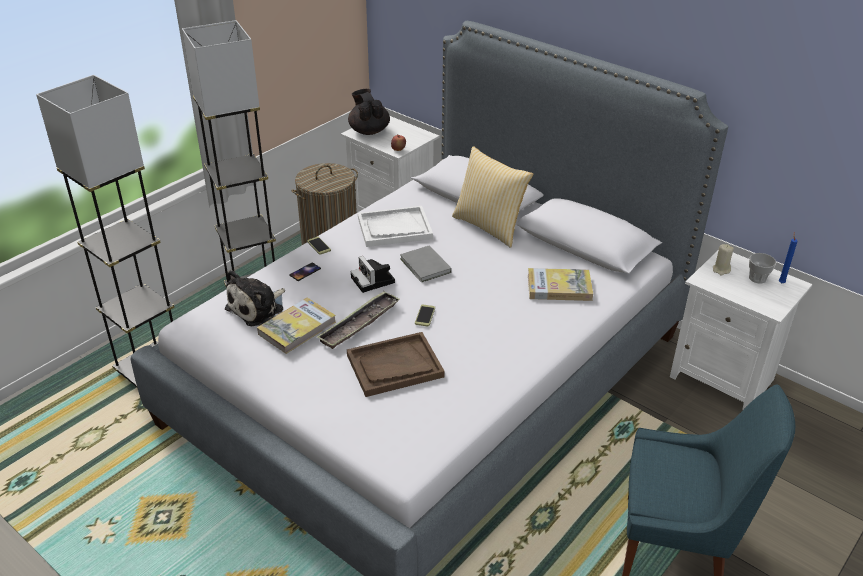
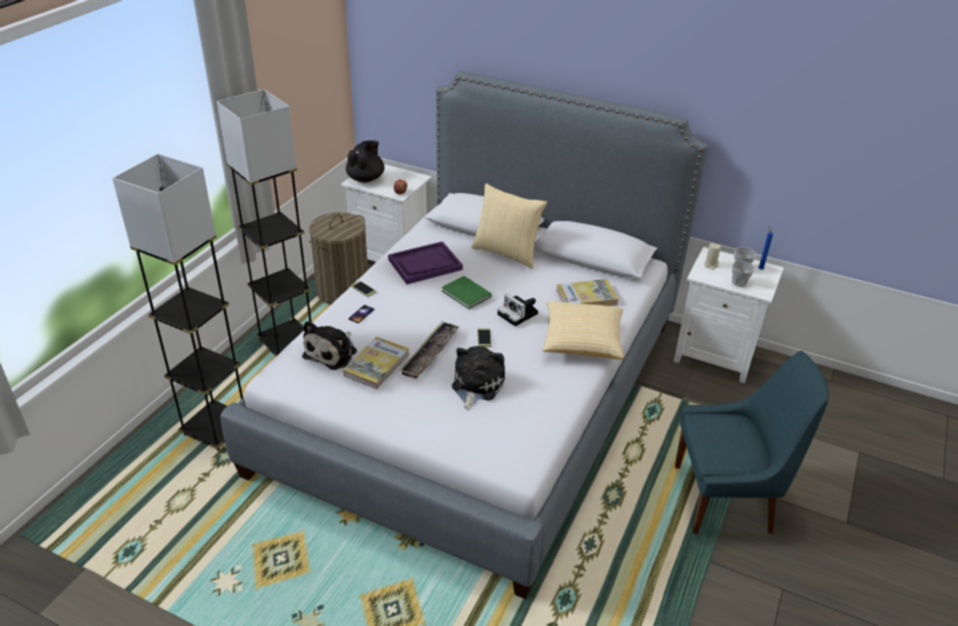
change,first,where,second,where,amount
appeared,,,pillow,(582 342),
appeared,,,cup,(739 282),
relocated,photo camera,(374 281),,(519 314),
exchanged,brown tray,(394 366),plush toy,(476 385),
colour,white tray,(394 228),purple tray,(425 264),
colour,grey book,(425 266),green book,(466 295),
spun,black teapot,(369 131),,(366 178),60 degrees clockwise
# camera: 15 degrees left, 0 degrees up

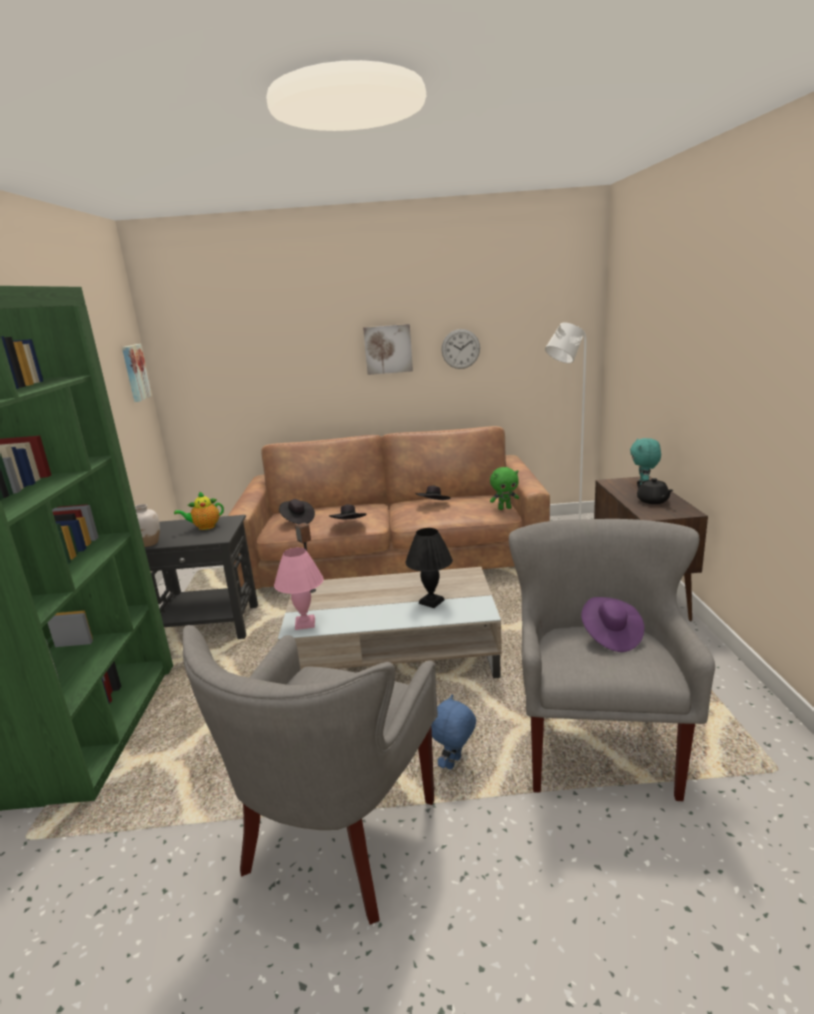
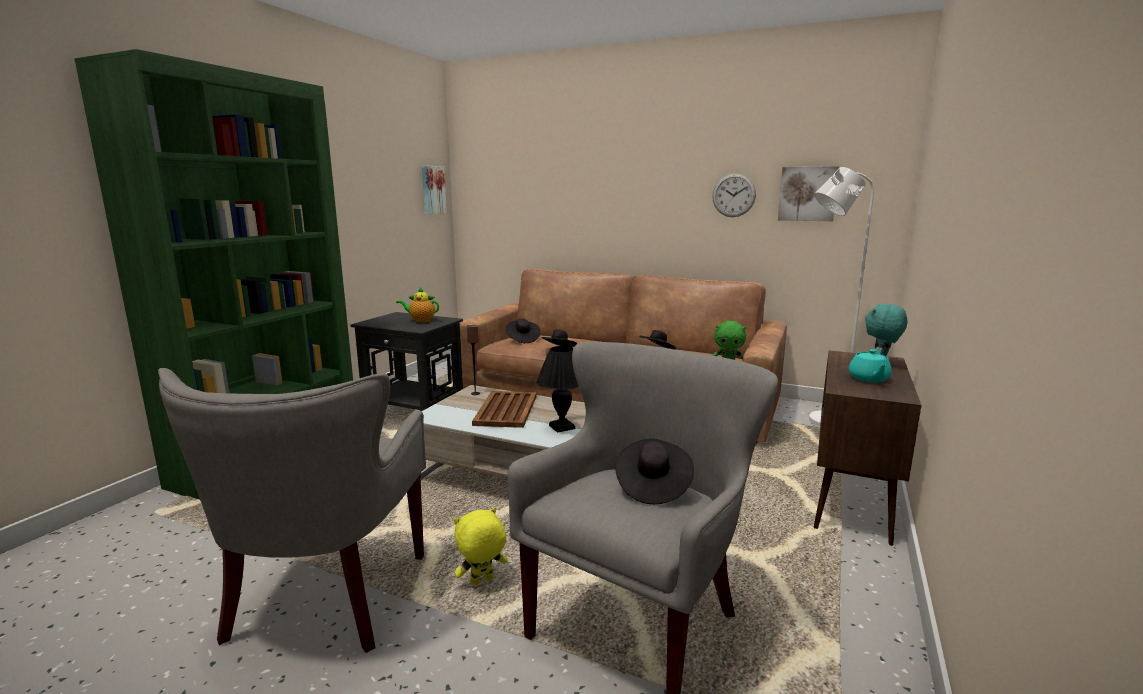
change,first,where,second,where,amount
missing,white vase,(149 543),,,
missing,pink table lamp,(305 623),,,
appeared,,,brown tray,(506 409),
relocated,picture,(388 349),,(807 194),
colour,blue plush toy,(454 764),yellow plush toy,(482 582),
colour,purple hat,(610 636),black hat,(652 486),
colour,black teapot,(653 501),turquoise teapot,(868 379),
spun,grey armchair,(336 839),,(325 600),45 degrees counterclockwise
# camera: 25 degrees right, 5 degrees down

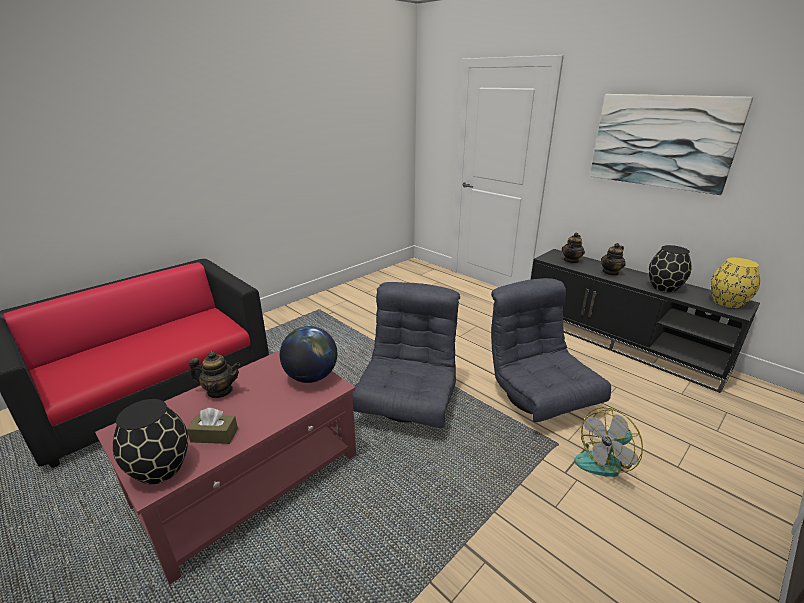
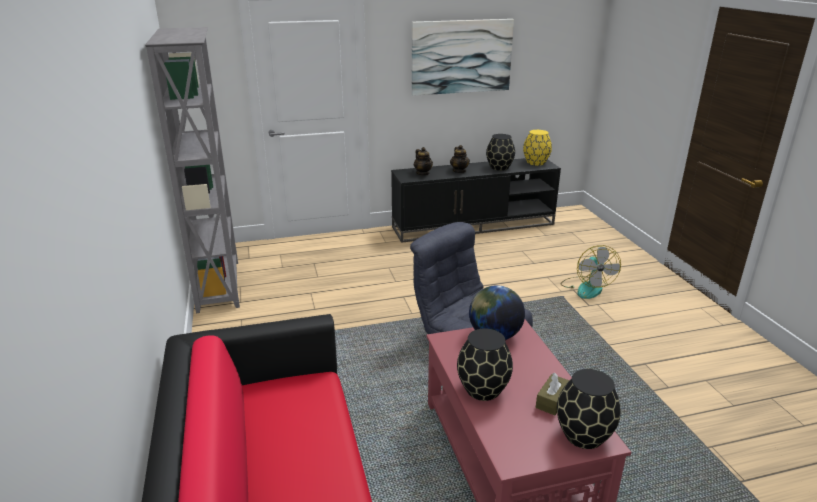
change,first,where,second,where,amount
missing,grey armchair,(539 396),,,
appeared,,,grey bookcase,(219 285),
exchanged,teapot,(220 391),black vase,(482 389),
# camera: 60 degrees left, 0 degrees up

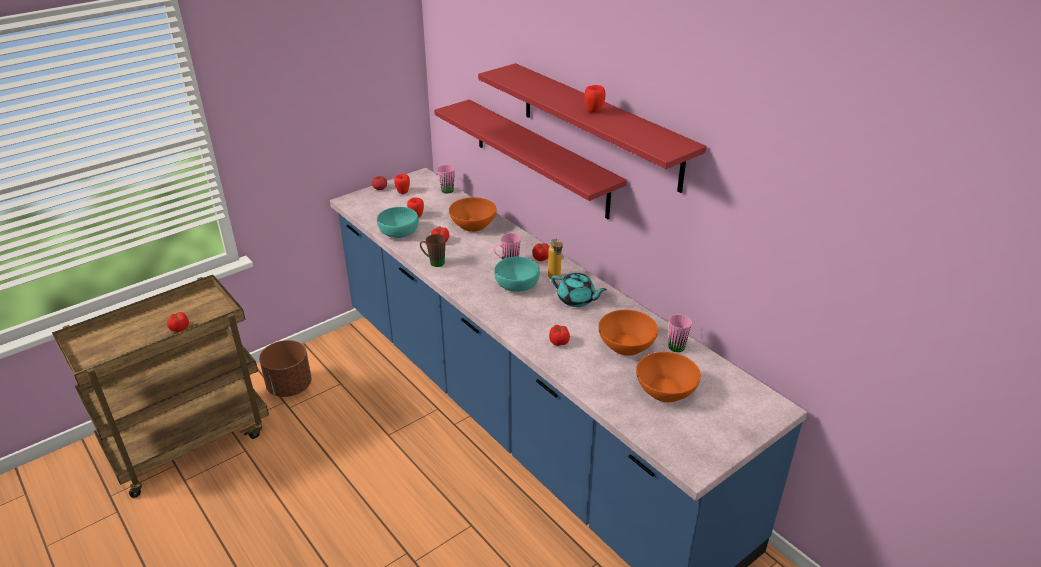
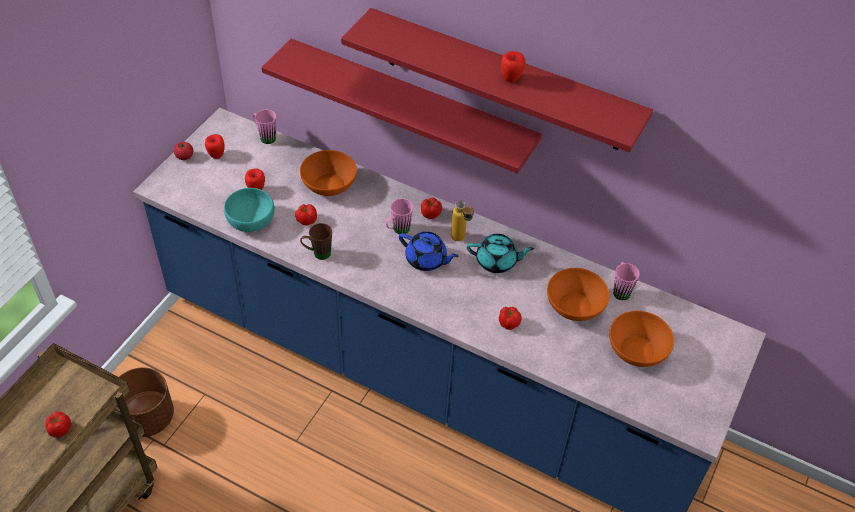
change,first,where,second,where,amount
exchanged,turquoise bowl,(517 285),blue teapot,(426 260),
# camera: 25 degrees left, 15 degrees up

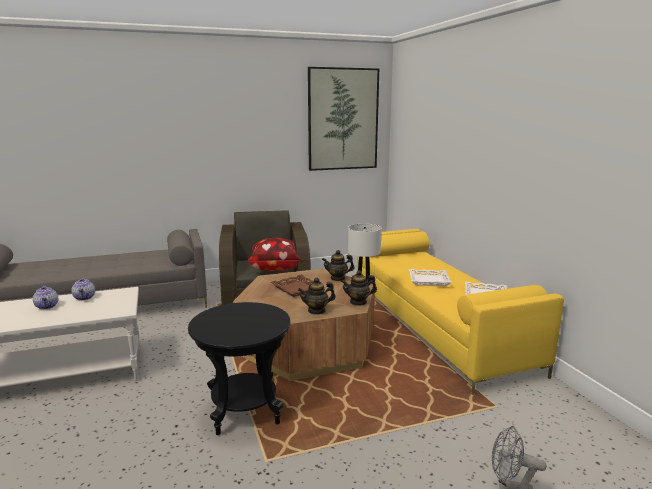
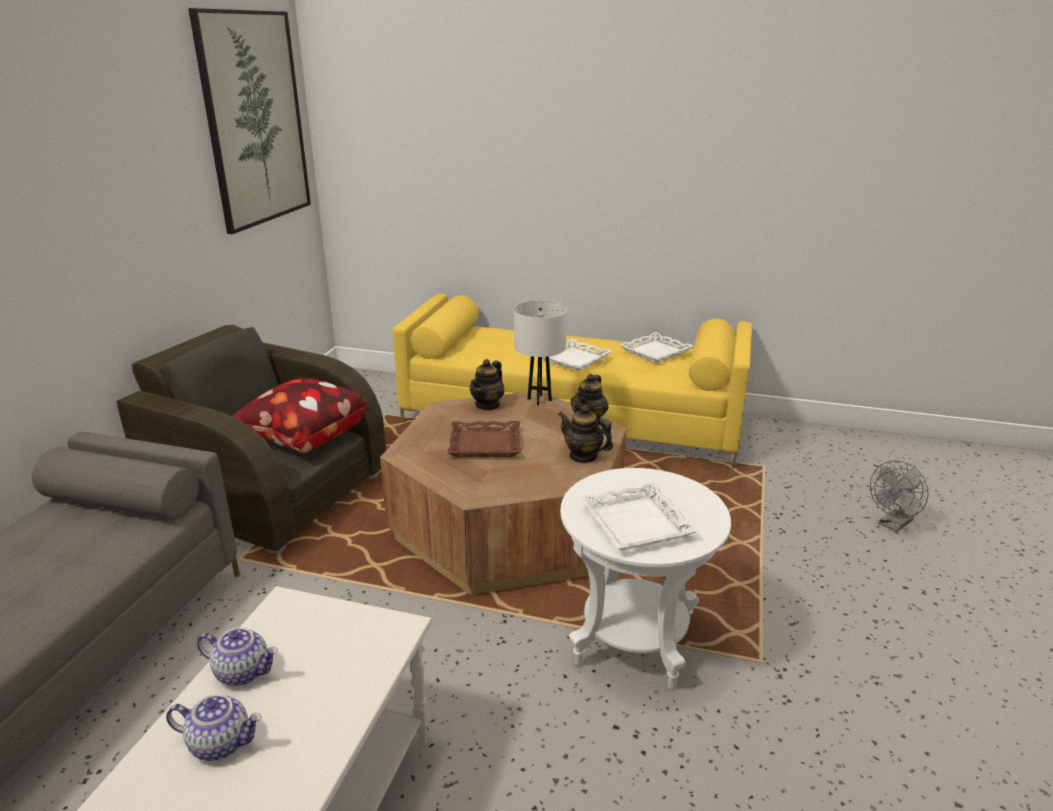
change,first,where,second,where,amount
appeared,,,white tray,(637 523),
colour,black side table,(245 411),white side table,(633 643),
spun,teapot,(317 310),,(583 456),105 degrees clockwise
# camera: 55 degrees left, 10 degrees up

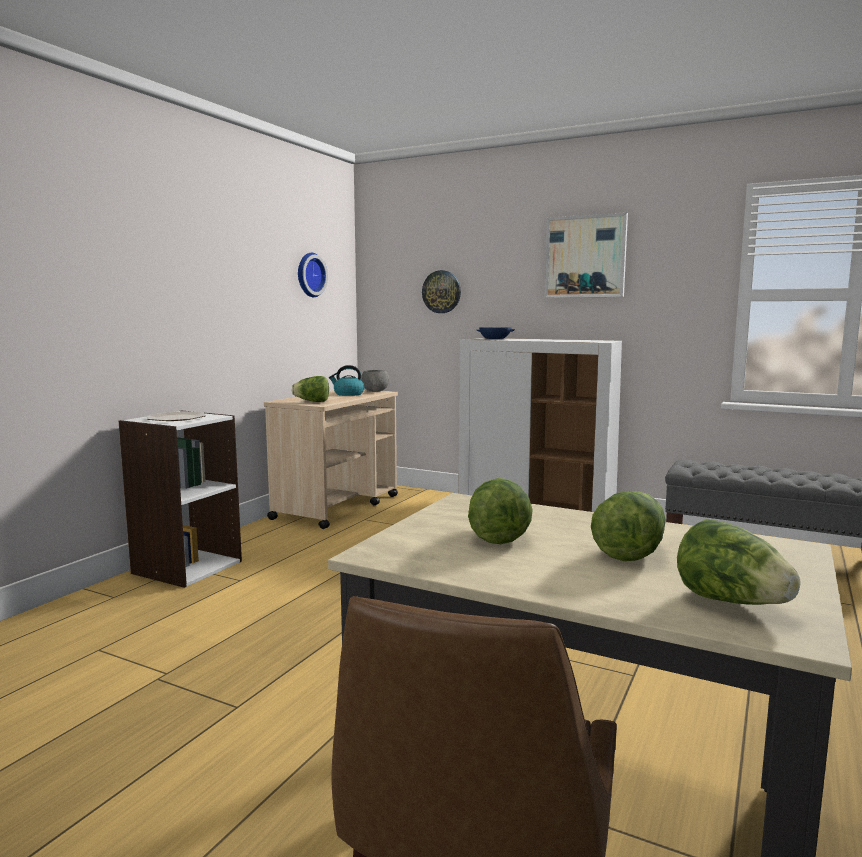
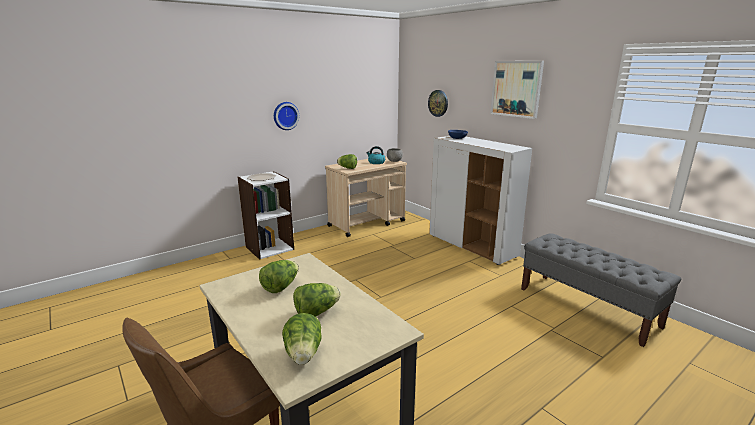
change,first,where,second,where,amount
relocated,wall clock,(309 275),,(285 115),
# camera: 25 degrees right, 10 degrees up

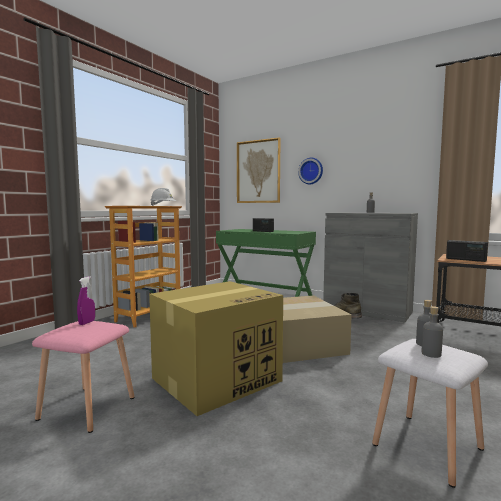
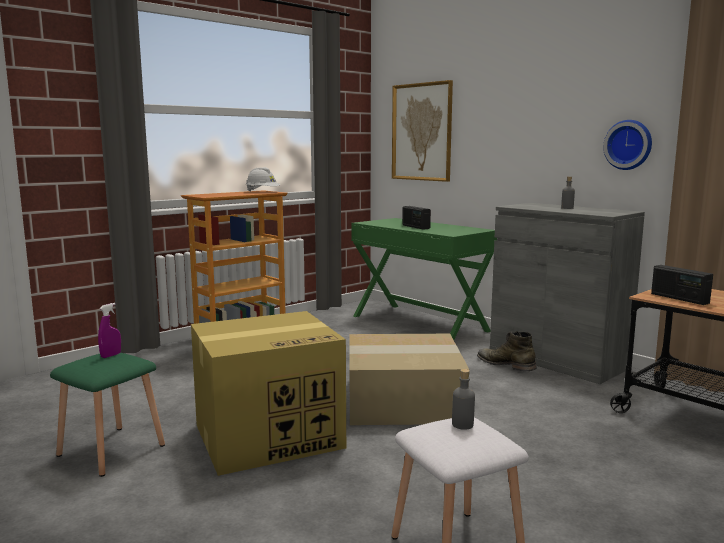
change,first,where,second,where,amount
missing,grey bottle,(431 354),,,
relocated,wall clock,(311 171),,(629 145),
colour,pink stool,(87 409),green stool,(110 451),
# camera: 15 degrees right, 5 degrees up

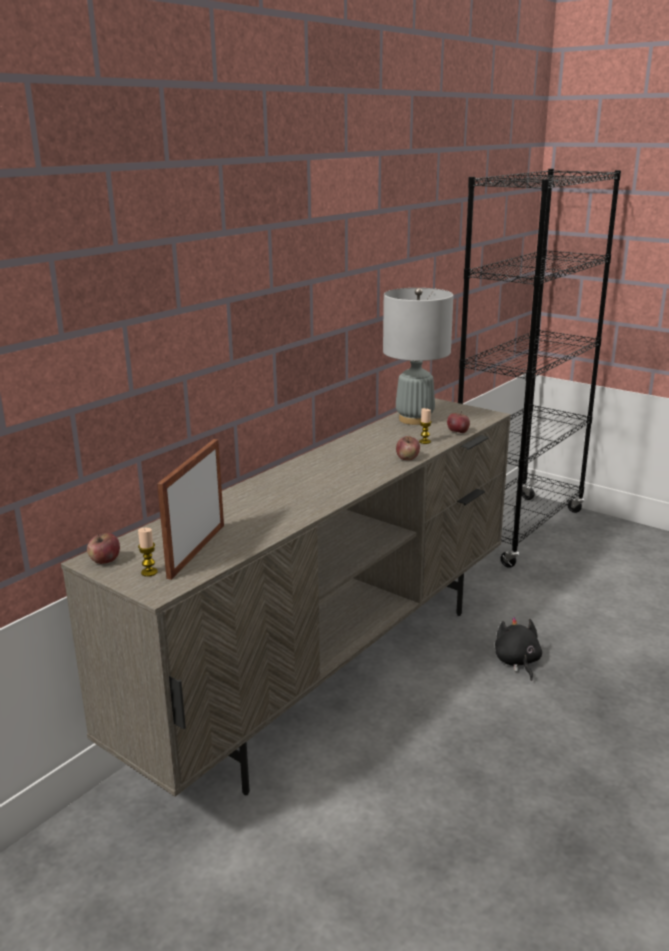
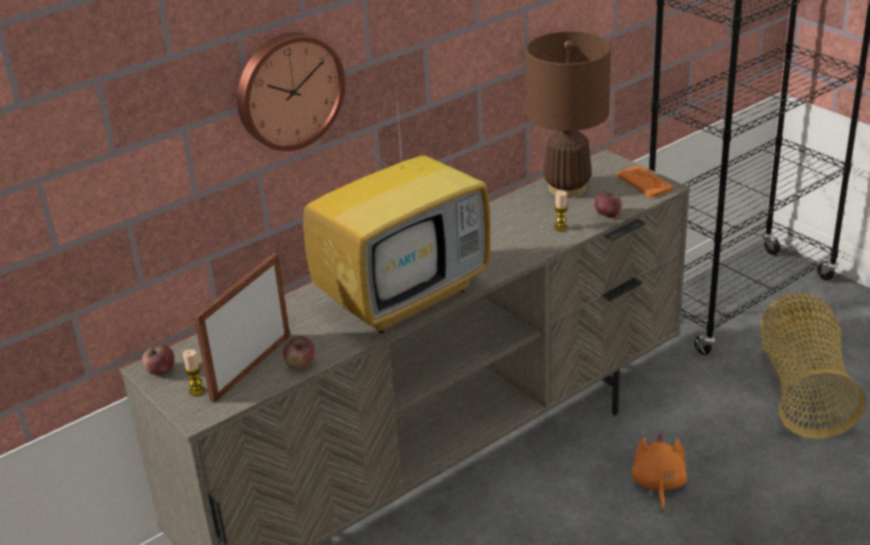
change,first,where,second,where,amount
appeared,,,wall clock,(288 90),
appeared,,,television,(404 296),
appeared,,,orange game controller,(644 183),
appeared,,,basket,(803 390),
relocated,apple,(407 458),,(300 364),
colour,grey table lamp,(415 419),brown table lamp,(567 188),
colour,black plush toy,(517 662),orange plush toy,(658 484),
# camera: 15 degrees right, 10 degrees up

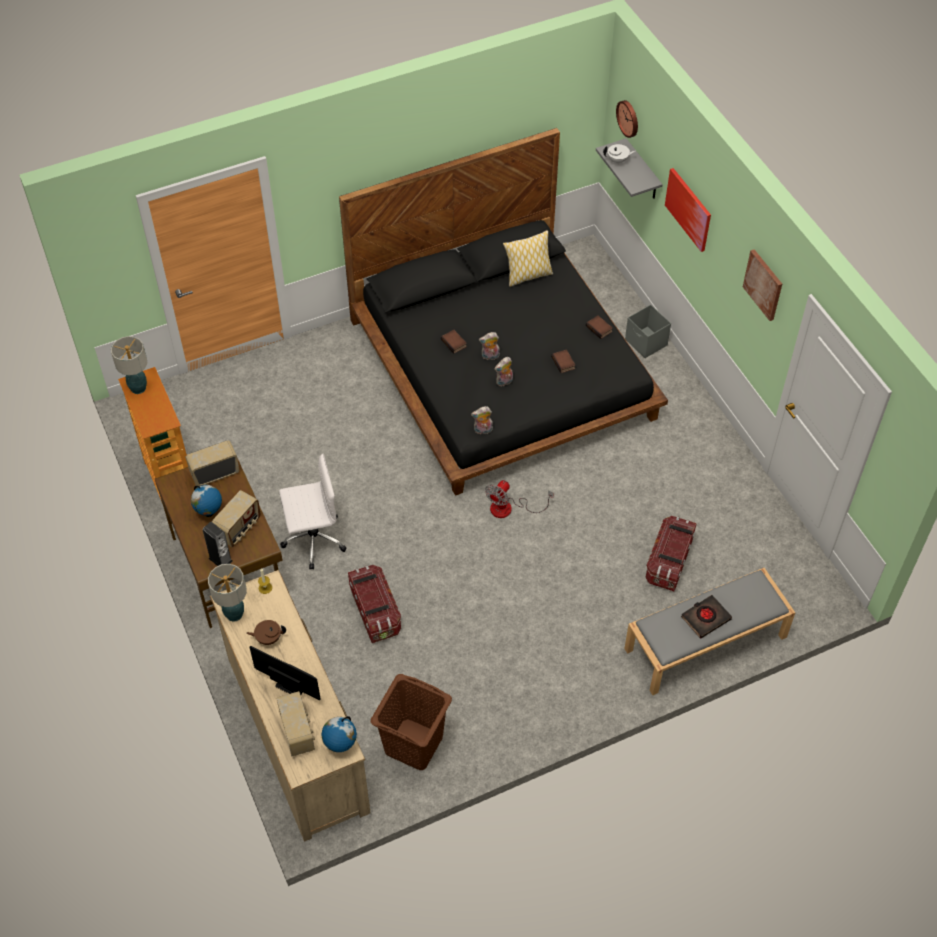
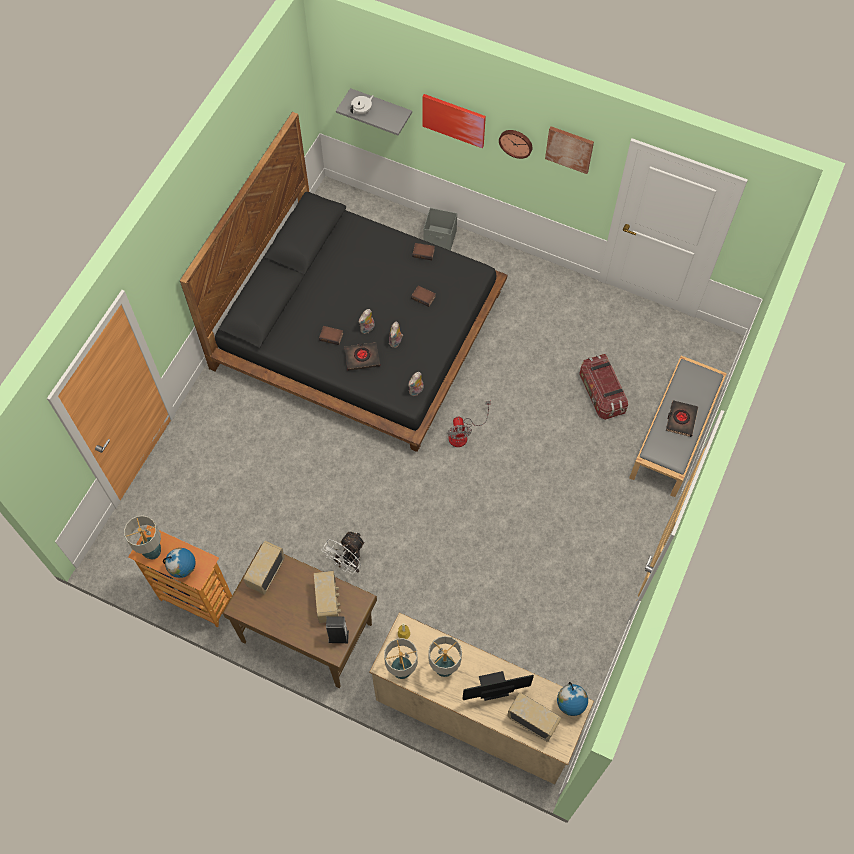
change,first,where,second,where,amount
missing,storage box,(375 611),,,
missing,brown laundry basket,(414 744),,,
missing,pillow,(528 276),,,
appeared,,,black book,(362 357),
relocated,globe,(209 513),,(184 570),
relocated,wall clock,(628 118),,(516 142),
exchanged,brown teapot,(268 638),table lamp,(443 669),
exchanged,white office chair,(313 539),white fan,(348 562),
# camera: 40 degrees left, 10 degrees up

